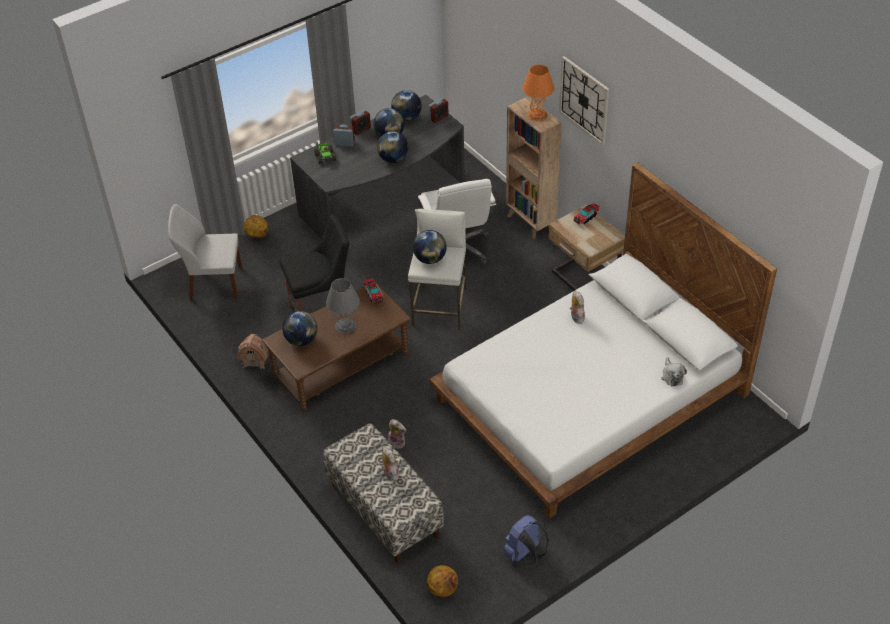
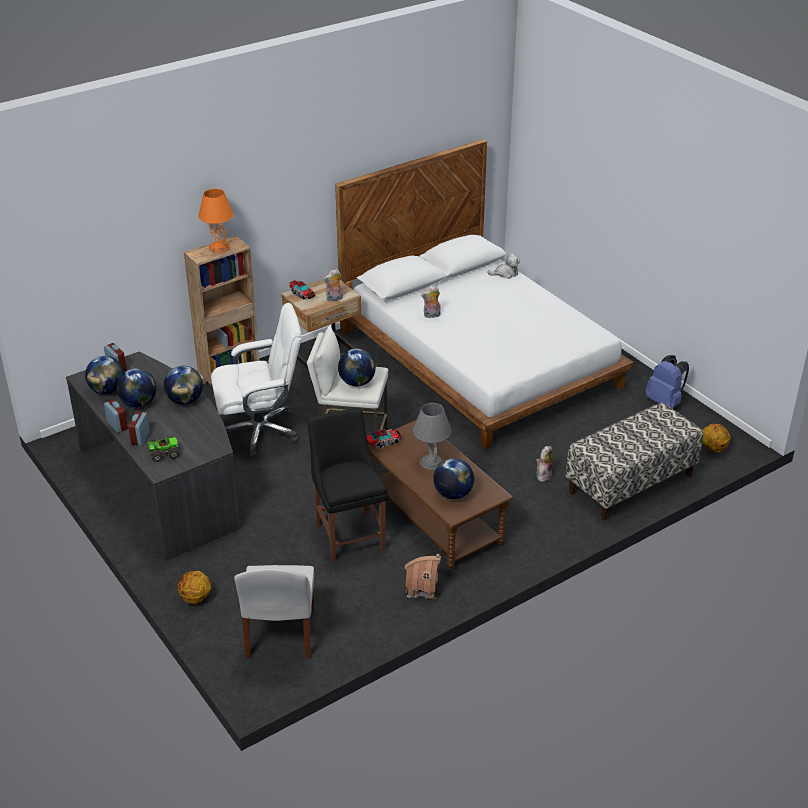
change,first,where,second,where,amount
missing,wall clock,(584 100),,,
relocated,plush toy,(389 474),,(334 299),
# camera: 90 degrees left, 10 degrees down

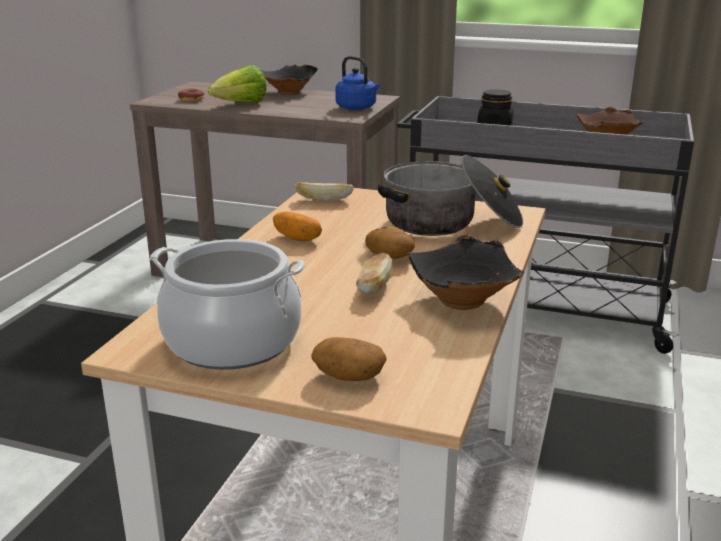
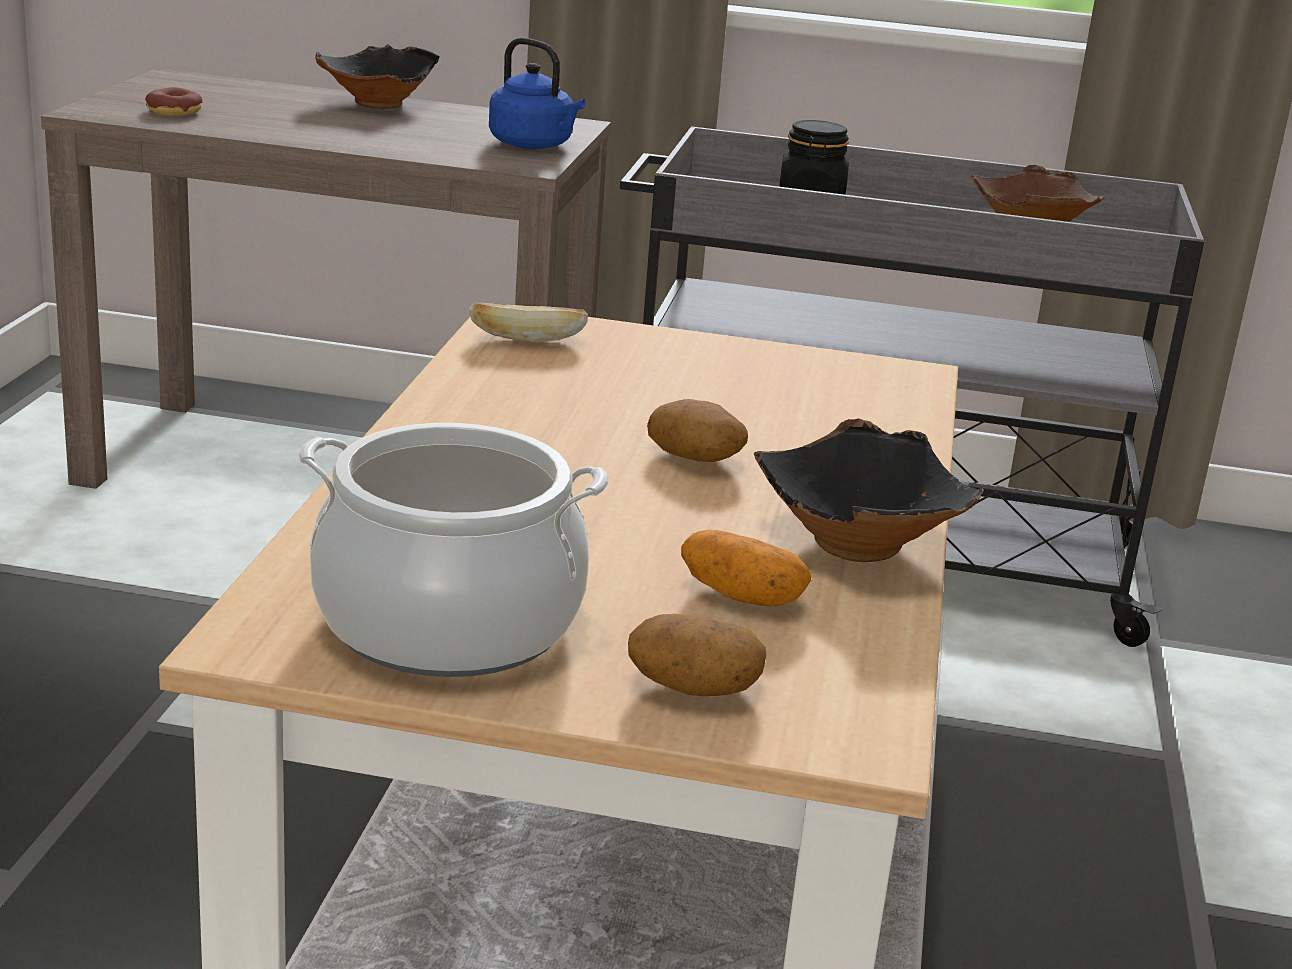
change,first,where,second,where,amount
missing,lettuce,(241 104),,,
missing,bread,(374 287),,,
missing,cooking pot,(451 222),,,
relocated,potato,(297 238),,(742 596),
# camera: 10 degrees left, 0 degrees up

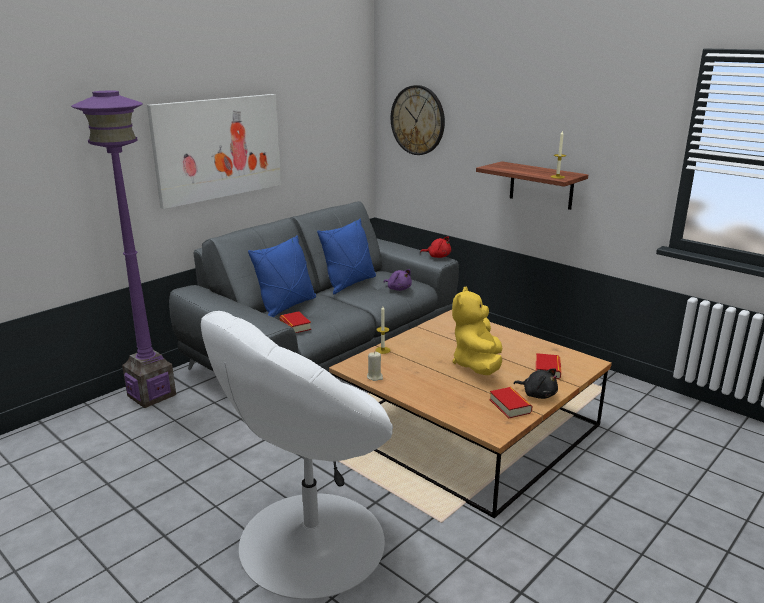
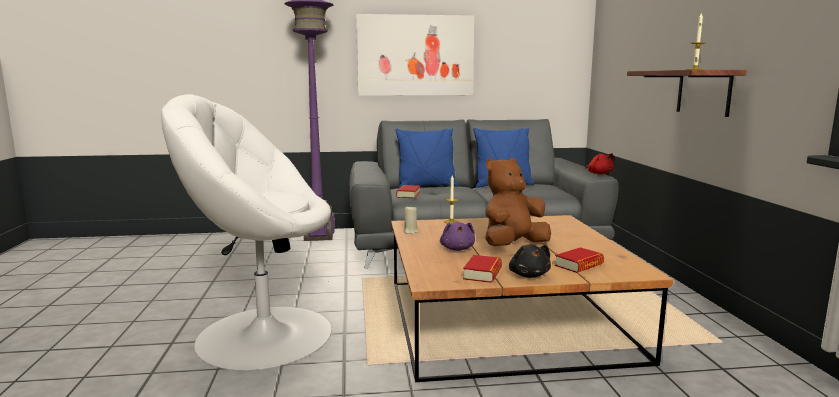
change,first,where,second,where,amount
missing,wall clock,(418 120),,,
relocated,purple plush toy,(398 289),,(457 249),
colour,yellow plush toy,(477 365),brown plush toy,(513 246),
# camera: 40 degrees right, 10 degrees down

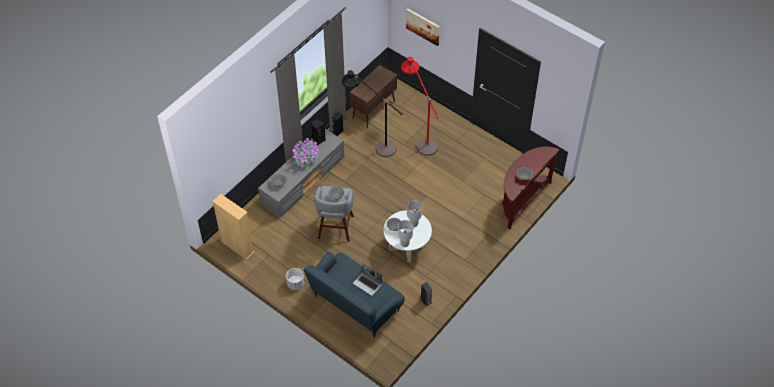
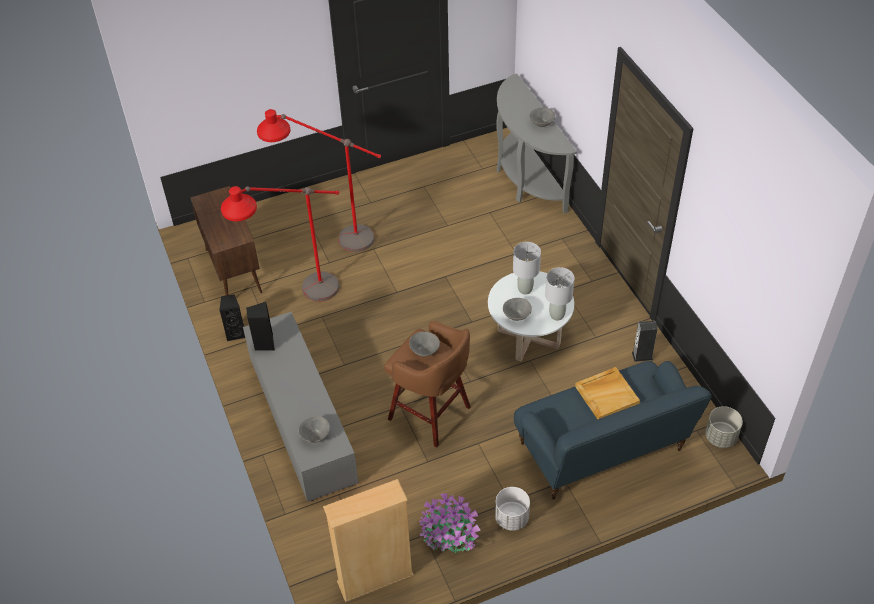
change,first,where,second,where,amount
missing,picture,(423 26),,,
appeared,,,grey planter,(720 437),
relocated,potted plant,(305 159),,(449 535),
exchanged,laptop,(368 284),beige tray,(607 394),
colour,grey stool,(335 228),brown stool,(431 414),
colour,black floor lamp,(372 143),red floor lamp,(297 299),
colour,brown console table,(522 200),grey console table,(526 179),
# camera: 60 degrees left, 5 degrees down

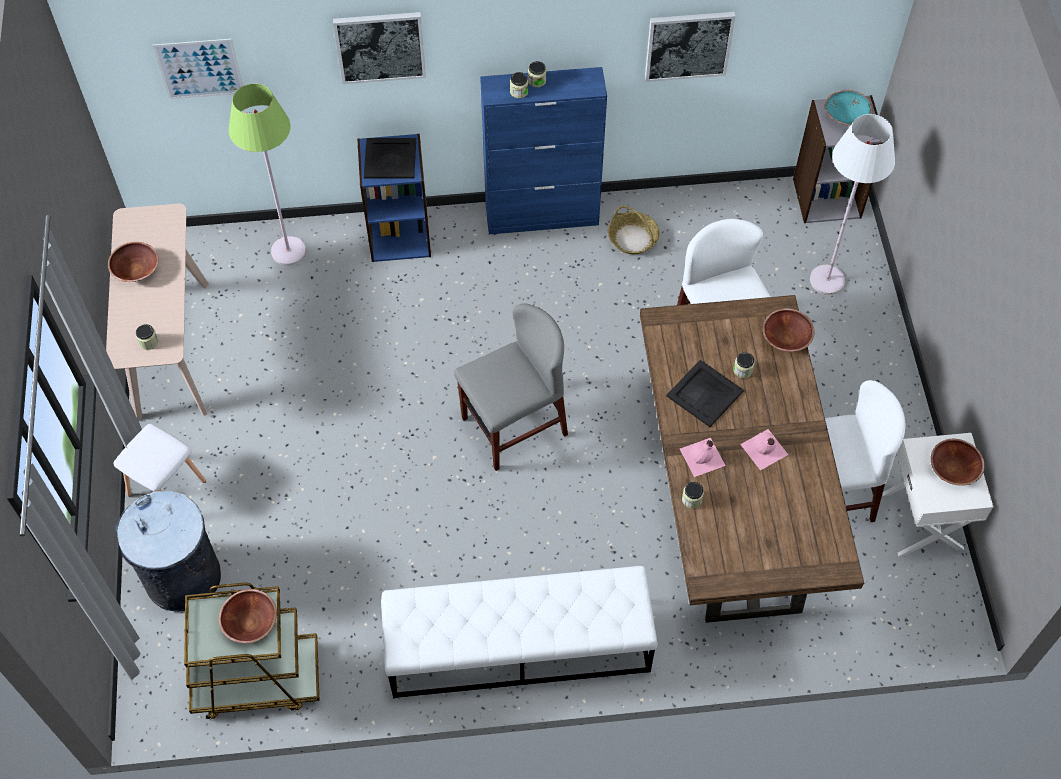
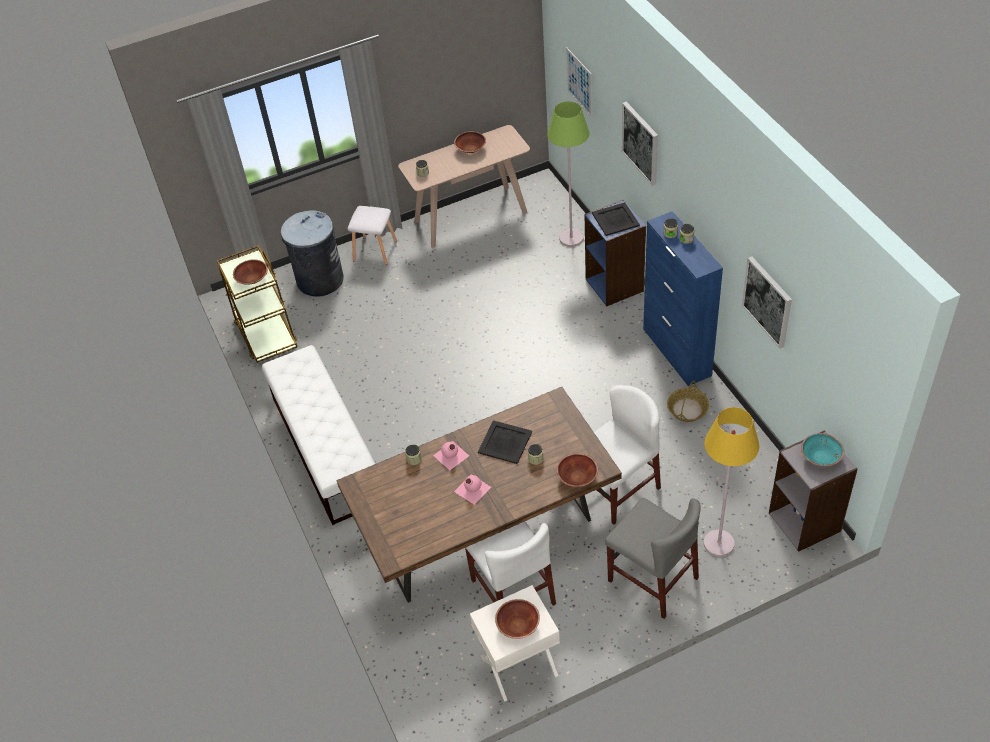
change,first,where,second,where,amount
relocated,grey chair,(514 426),,(652 579),
colour,white floor lamp,(827 280),yellow floor lamp,(719 544),
# camera: 75 degrees right, 10 degrees down

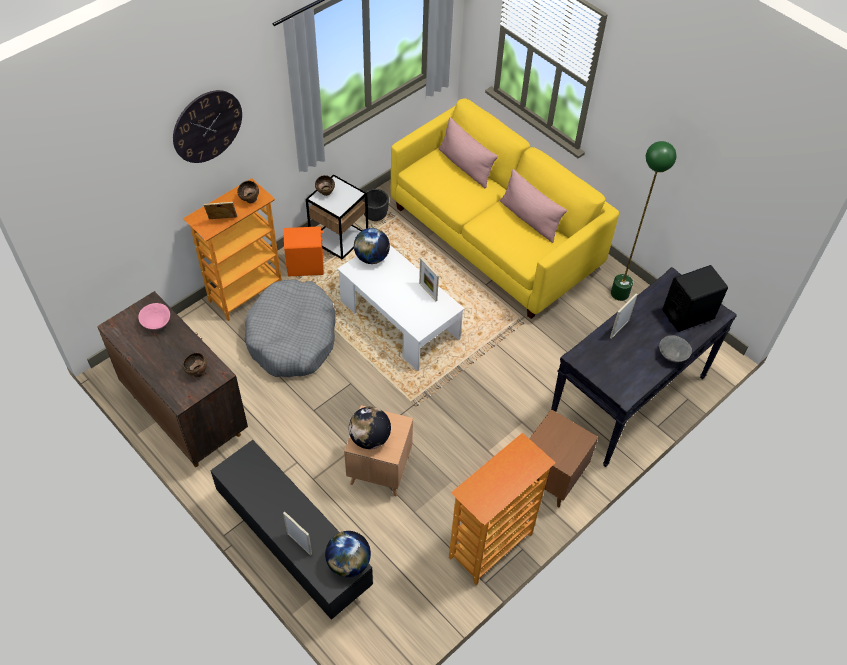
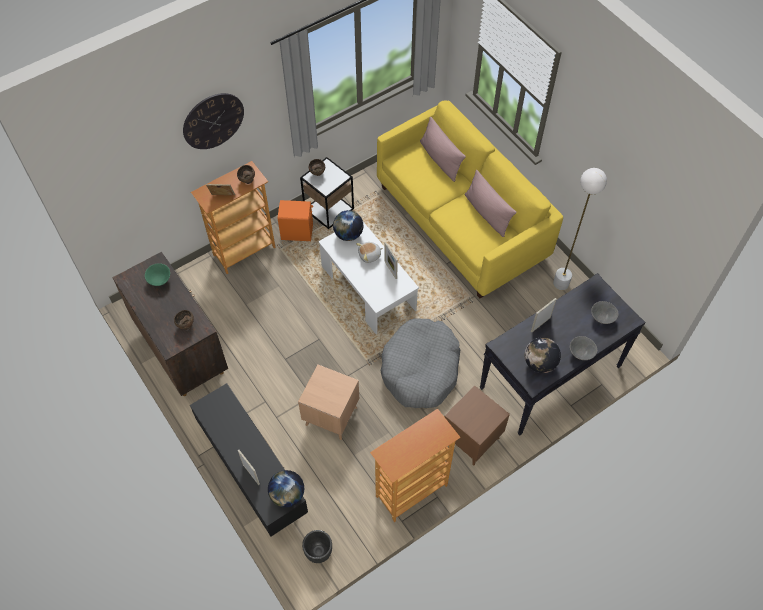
change,first,where,second,where,amount
appeared,,,plush toy,(370 255),
relocated,grey dog bed,(292 337),,(420 369),
relocated,globe,(369 438),,(539 363),
relocated,black planter,(375 215),,(319 552),
exchanged,black speaker,(688 314),grey bowl,(602 318),
colour,pink bowl,(157 324),green bowl,(159 280),
colour,green floor lamp,(620 293),white floor lamp,(561 283),
# camera: 10 degrees right, 5 degrees up

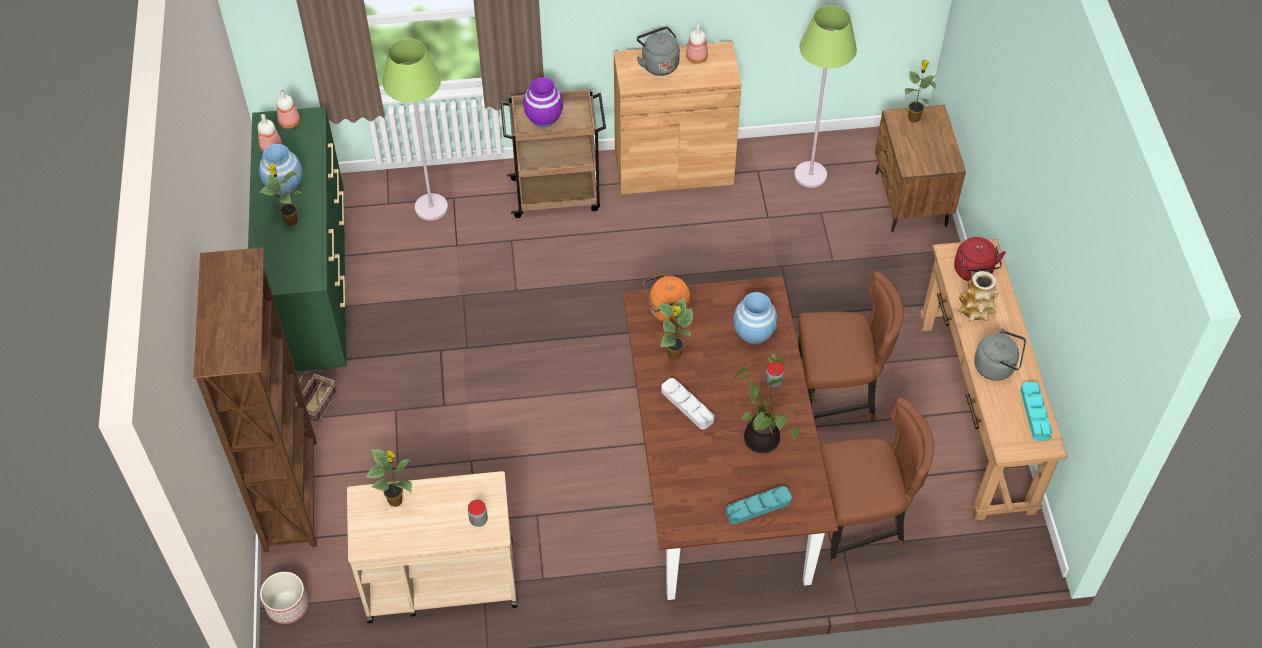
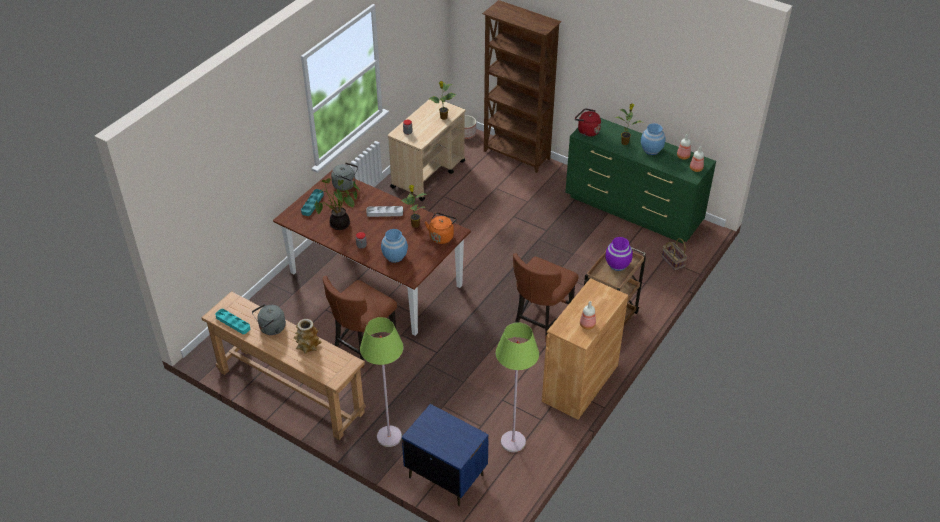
change,first,where,second,where,amount
missing,potted plant,(914 117),,,
relocated,basket,(318 407),,(672 261),
relocated,green floor lamp,(431 208),,(389 436),
relocated,grey kettle,(658 64),,(346 185),
relocated,brown chair,(860 524),,(540 321),
relocated,red kettle,(974 272),,(587 131),
colour,brown nightstand,(910 200),blue nightstand,(446 476),
# camera: 130 degrees right, 10 degrees down

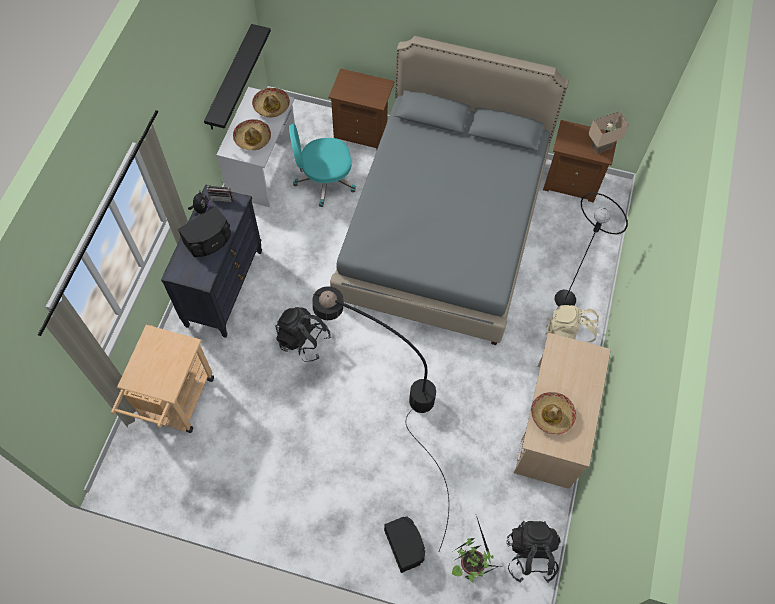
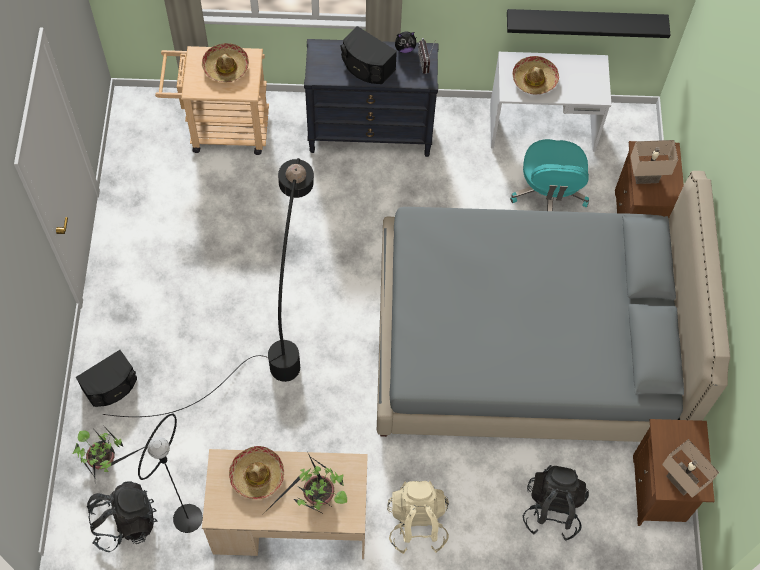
change,first,where,second,where,amount
appeared,,,potted plant,(317 496),
appeared,,,beige table lamp,(646 176),
relocated,hat,(271 106),,(226 67),
relocated,black backpack,(303 340),,(552 509),
relocated,black floor lamp,(565 299),,(188 518),
spun,turquoise office chair,(324 181),,(548 194),150 degrees counterclockwise
# camera: 75 degrees right, 0 degrees up

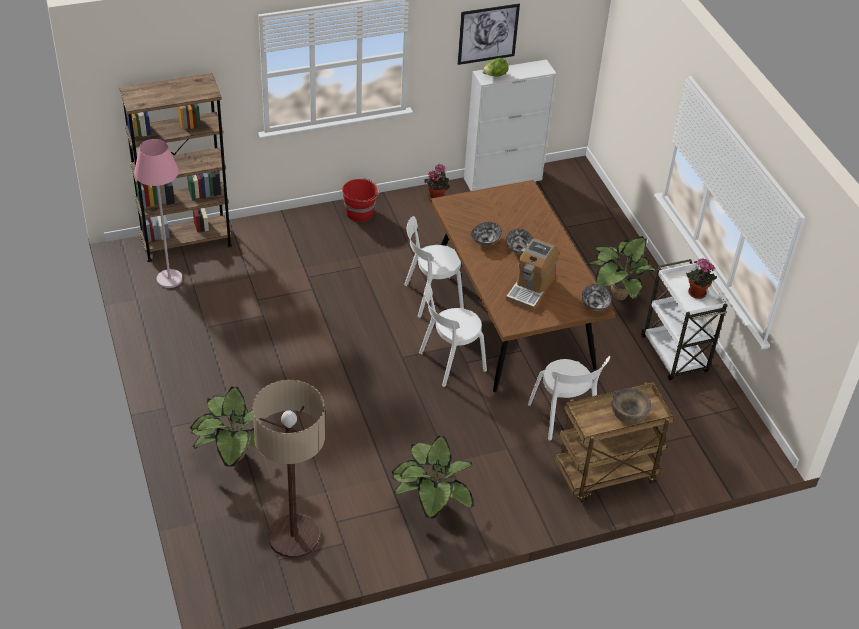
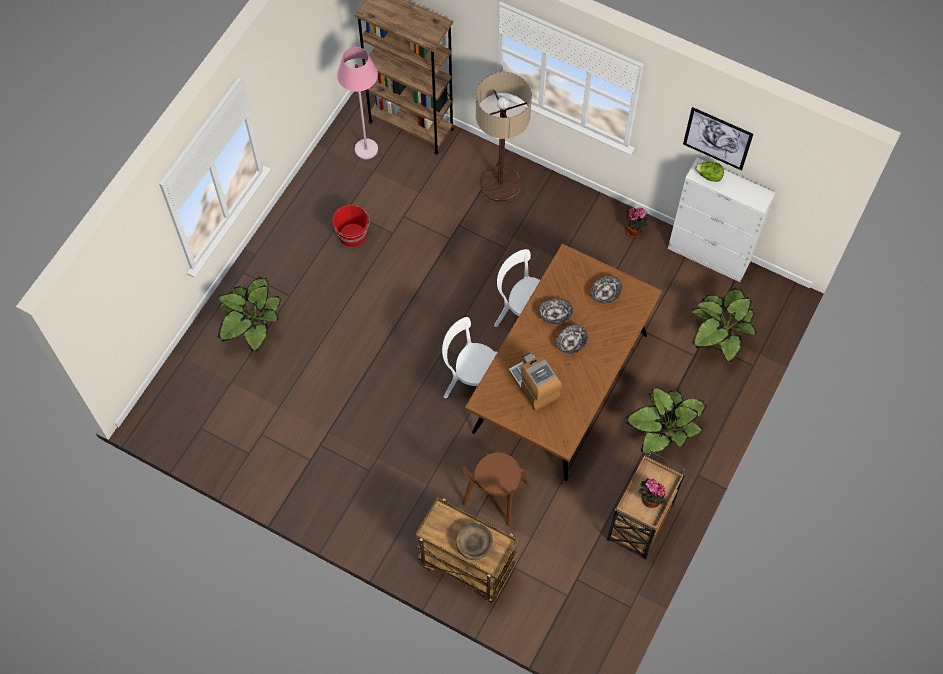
change,first,where,second,where,amount
relocated,floor lamp,(293 536),,(500 184),
relocated,red bucket,(360 212),,(353 235),
relocated,potted plant,(431 506),,(718 339),
relocated,bowl,(594 304),,(604 293),
colour,white chair,(563 417),brown chair,(494 497),
colour,white cart,(675 355),brown cart,(639 523),
spun,coffee machine,(531 289),,(534 385),75 degrees clockwise
# camera: 50 degrees right, 20 degrees up

